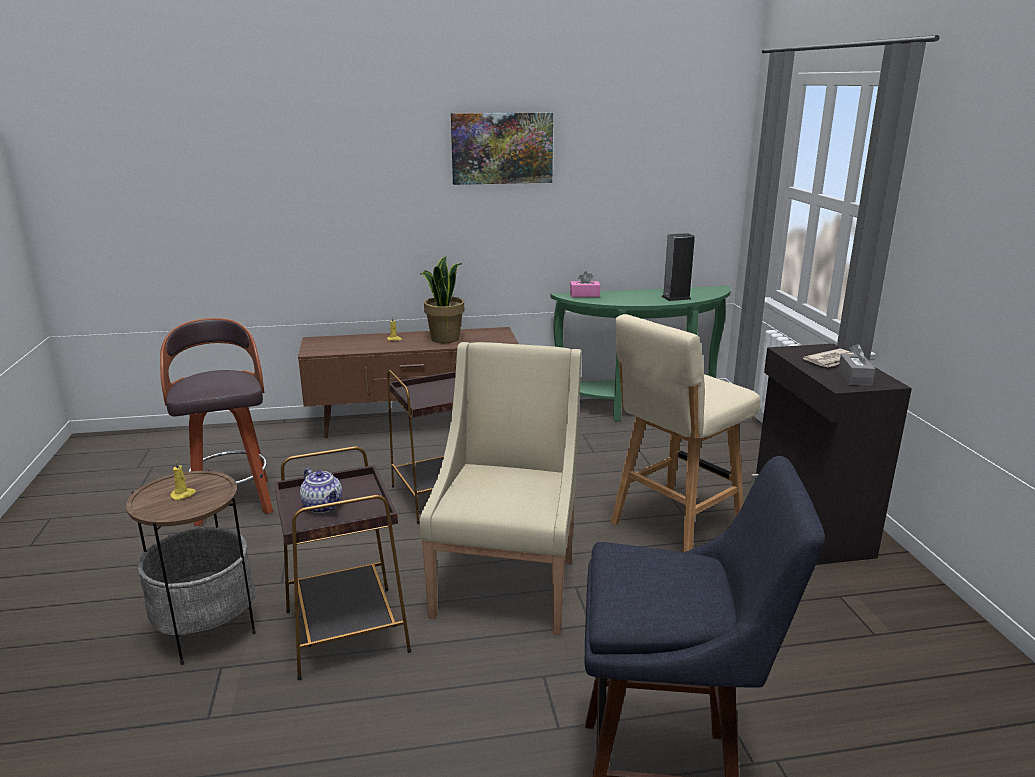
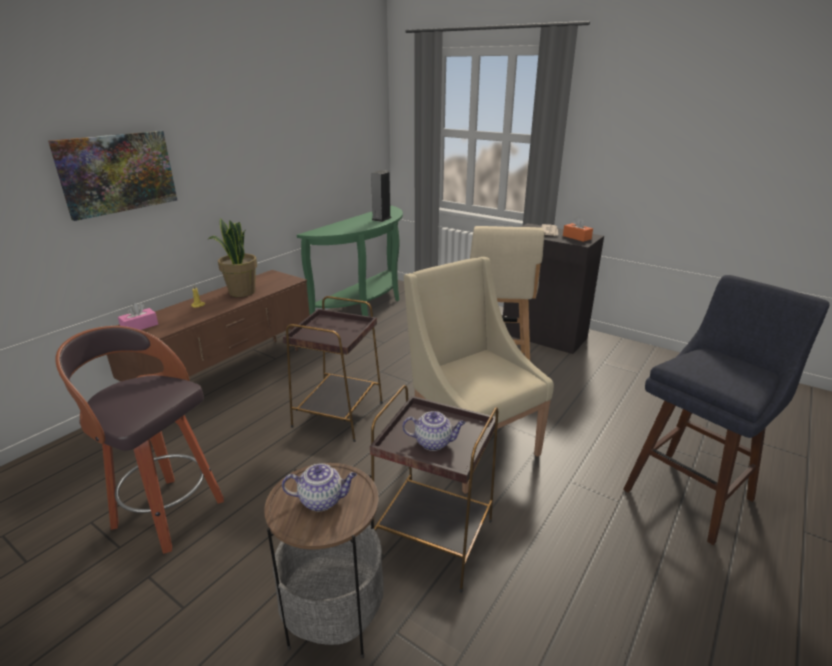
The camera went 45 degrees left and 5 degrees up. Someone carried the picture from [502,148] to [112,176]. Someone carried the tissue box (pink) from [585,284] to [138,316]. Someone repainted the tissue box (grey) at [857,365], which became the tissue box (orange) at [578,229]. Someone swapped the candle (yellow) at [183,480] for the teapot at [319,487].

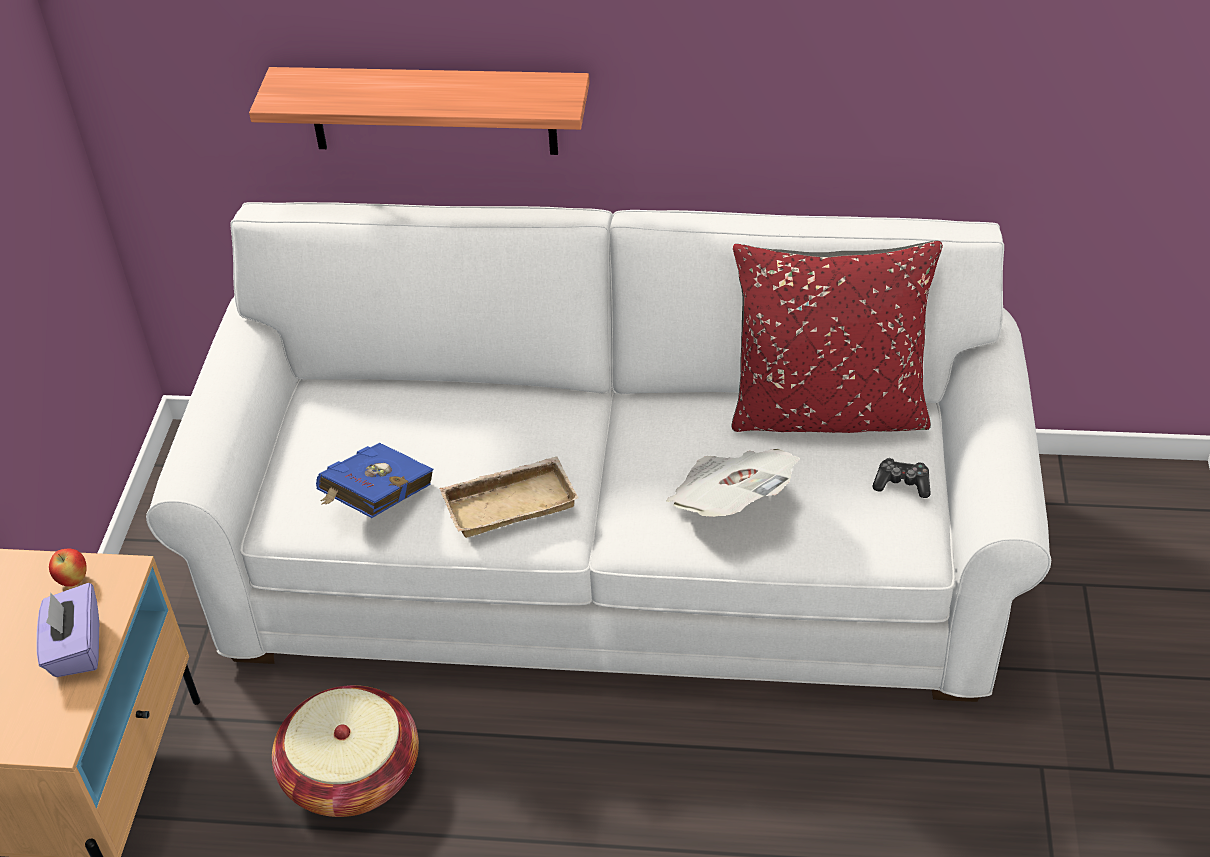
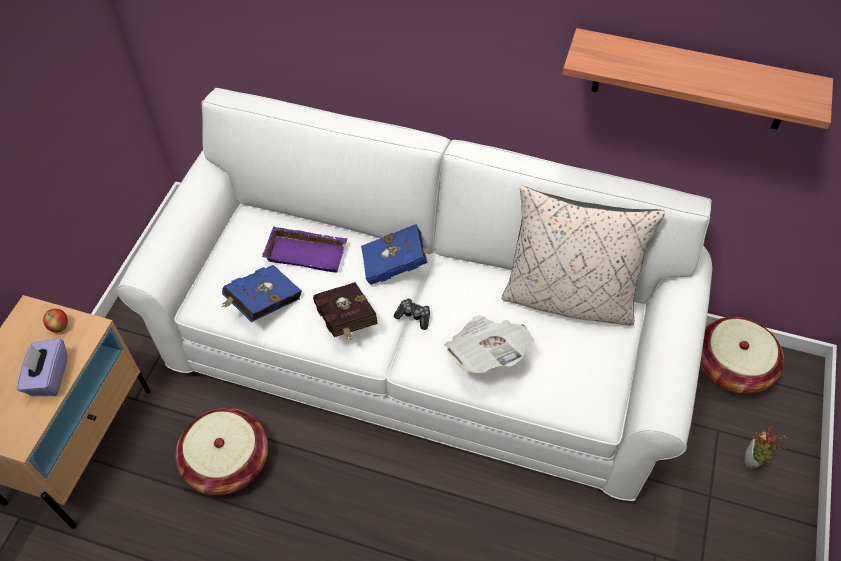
The camera went 10 degrees right and 10 degrees up. Someone carried the shelf from [419,111] to [697,79]. Someone repainted the pillow (red) at [837,336], which became the pillow (beige) at [583,256]. Someone swapped the tray (beige) at [508,497] for the book (red) at [345,311]. Someone carried the game controller from [901,478] to [412,314]. Someone put down the book (blue) at [398,254]. Someone put down the tray (purple) at [304,249]. Someone put down the basket at [742,355]. Someone put down the potted plant at [765,447].

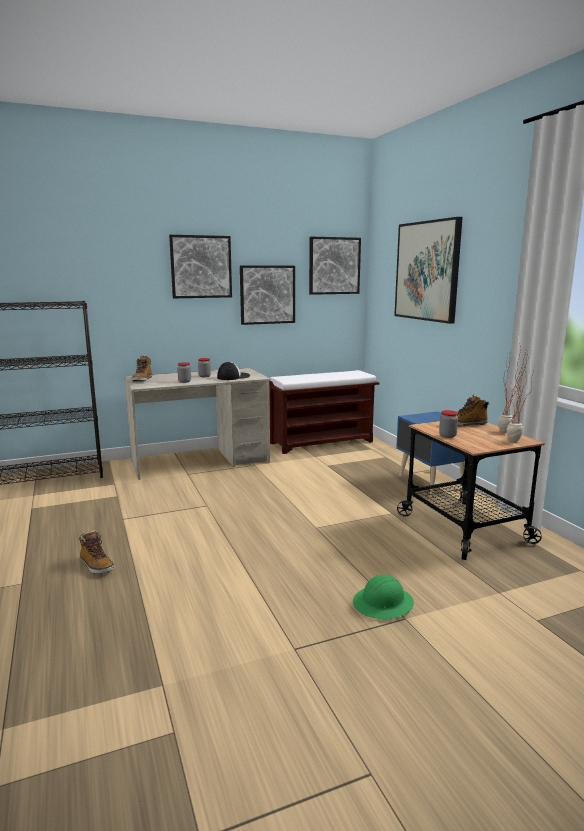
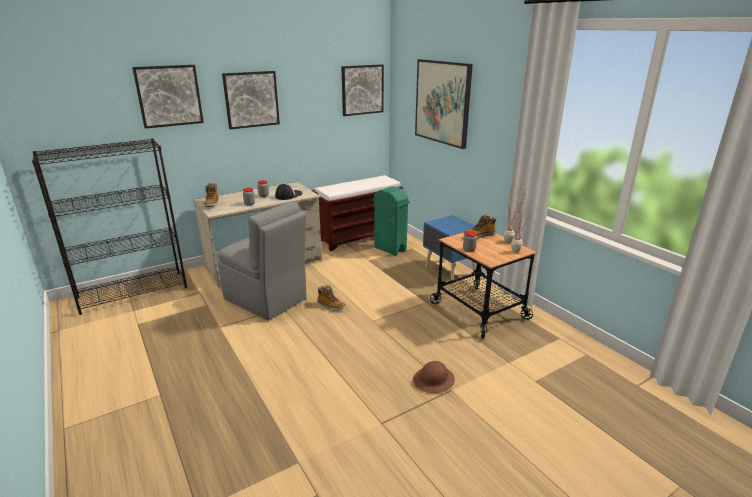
The camera went 10 degrees left and 10 degrees up. Someone carried the picture from [267,295] to [168,97]. Someone carried the boot from [97,552] to [331,298]. Someone repainted the hard hat (green) at [383,597], which became the hard hat (brown) at [434,377]. Someone put down the trash can (green) at [391,220]. Someone put down the chair (grey) at [262,261].

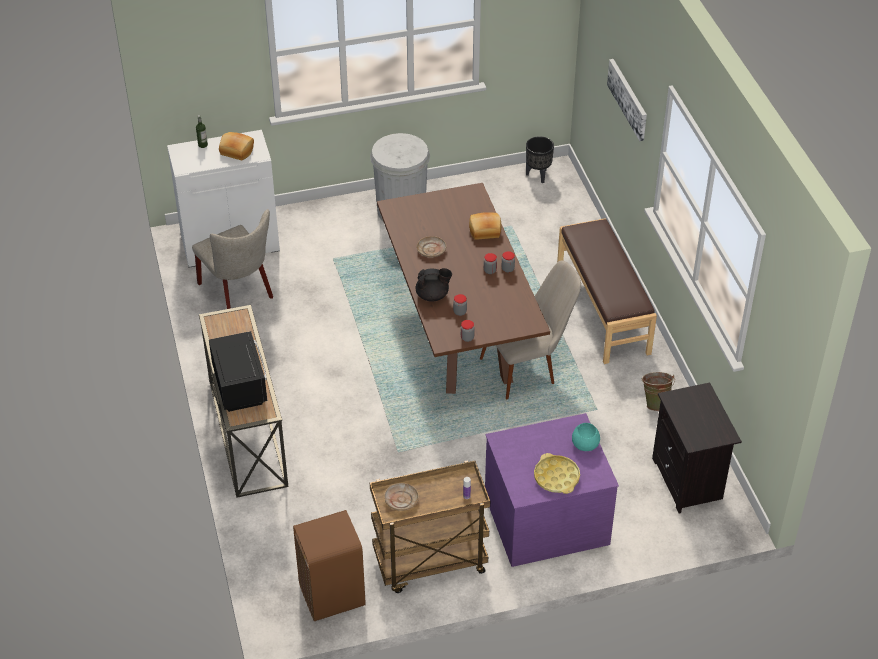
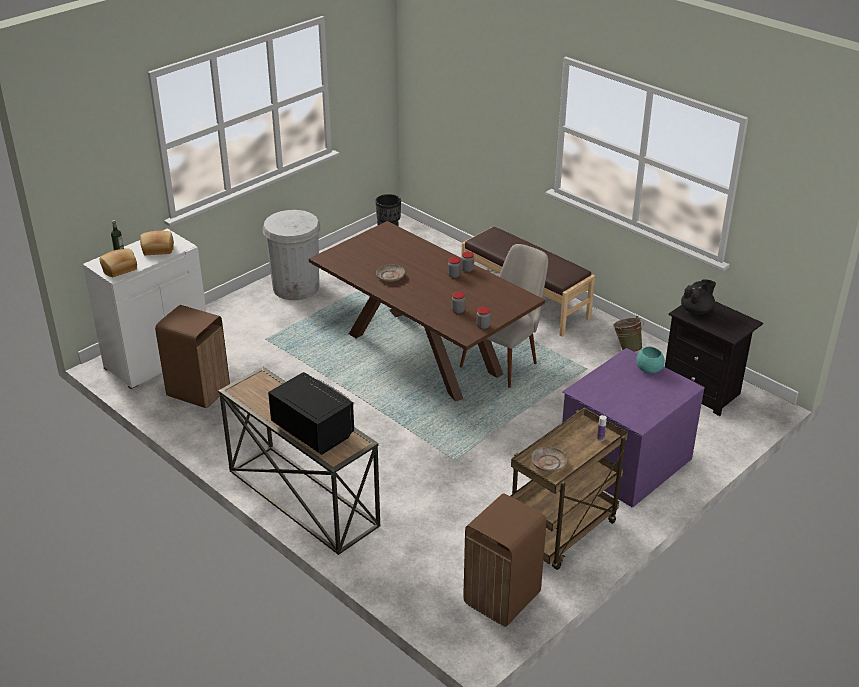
The camera went 30 degrees left and 10 degrees down. Someone took away the picture at [627,100]. Someone swapped the chair (beige) at [232,259] for the trash can (brown) at [192,356]. Someone carried the bread from [485,226] to [118,262]. Someone carried the teapot (black) from [433,284] to [698,297]. Someone took away the tray (yellow) at [557,473].

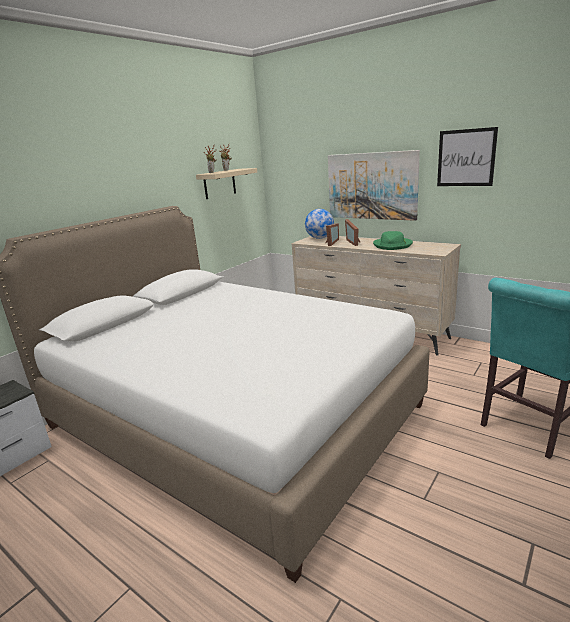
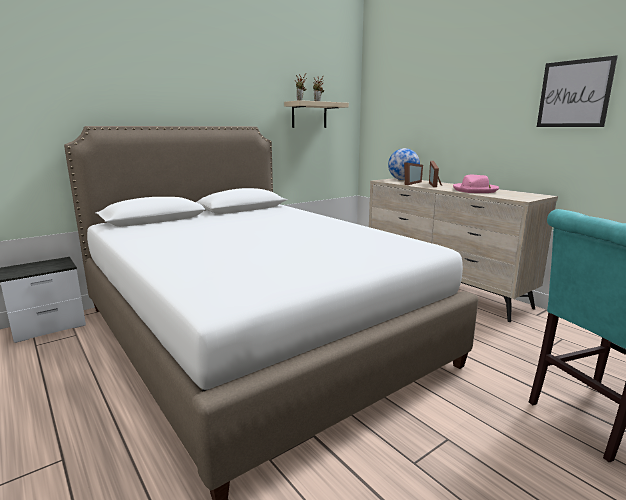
The camera went 15 degrees right and 5 degrees down. Someone took away the picture at [374,185]. Someone repainted the hat (green) at [393,240], which became the hat (pink) at [476,183].

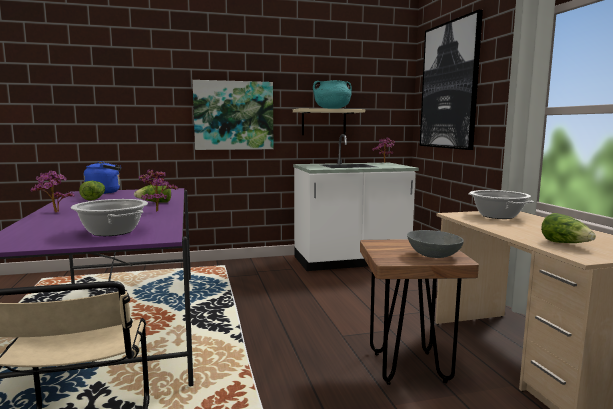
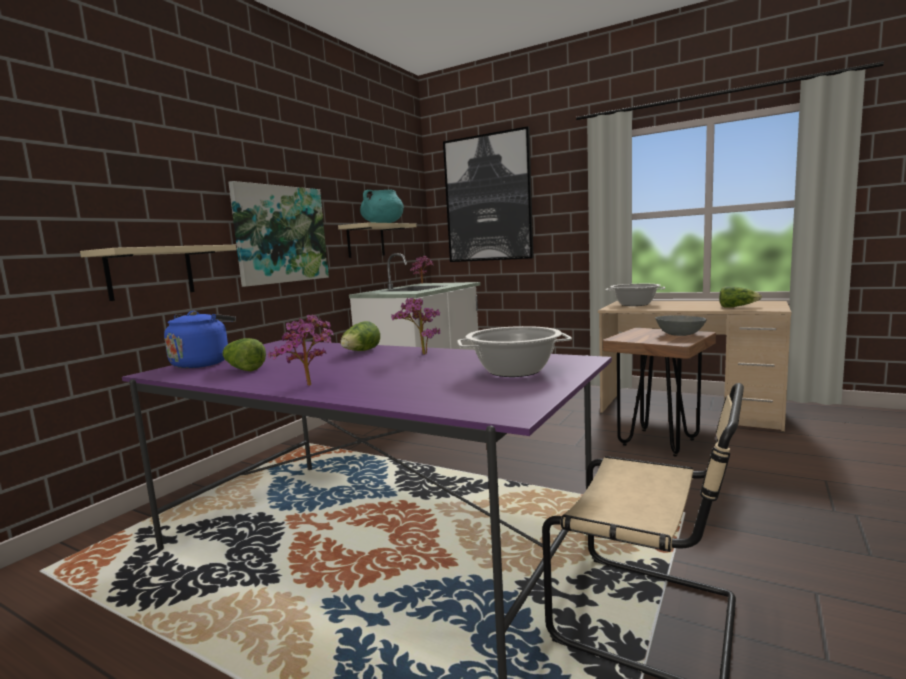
The camera went 45 degrees left and 0 degrees up. Someone put up the shelf (beige) at [158,273].

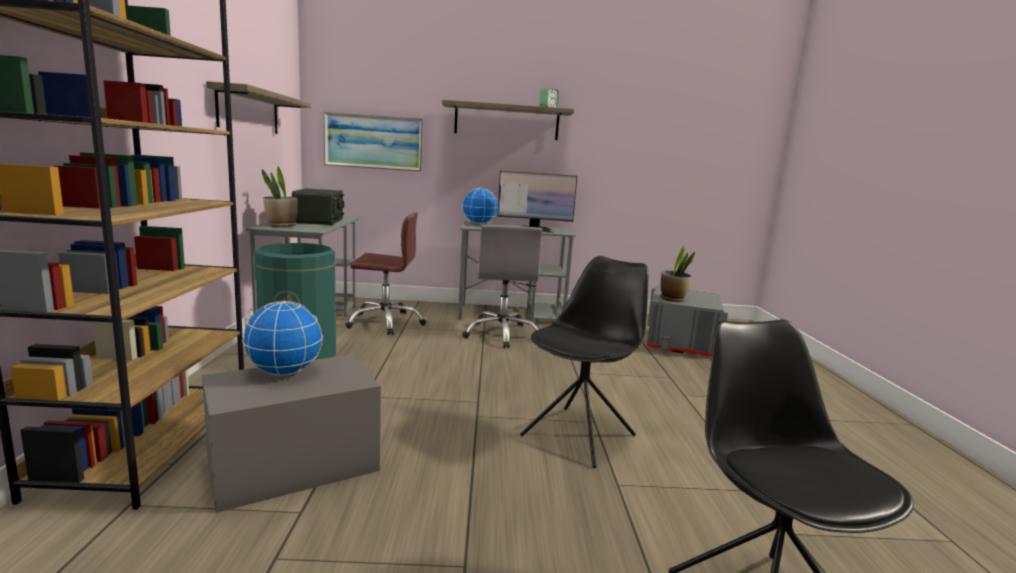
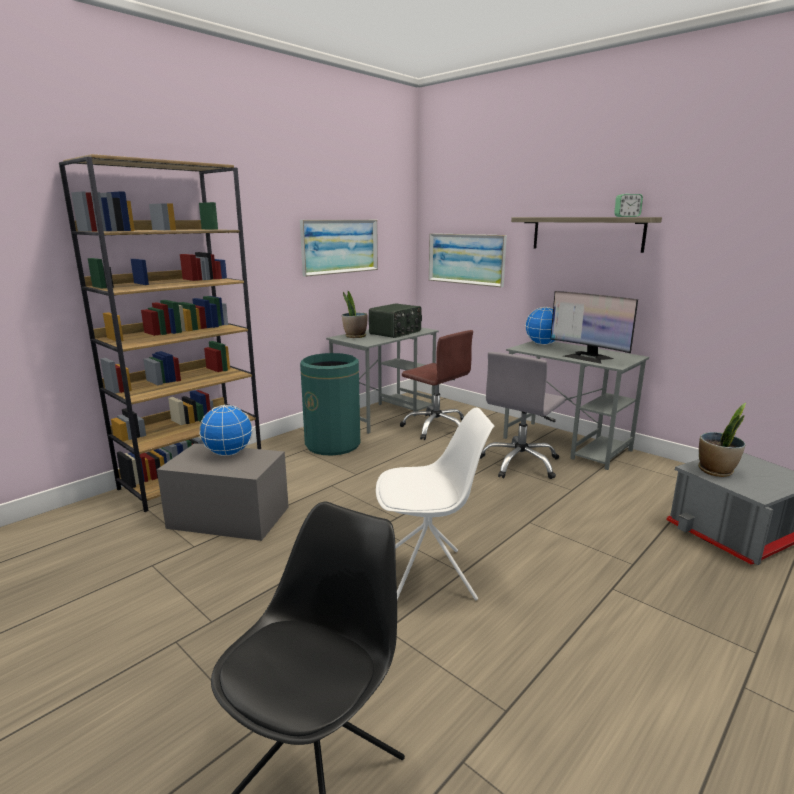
The camera went 45 degrees right and 5 degrees up. Someone swapped the shelf at [258,107] for the picture at [339,248]. Someone repainted the chair (black) at [584,362], which became the chair (white) at [435,503].

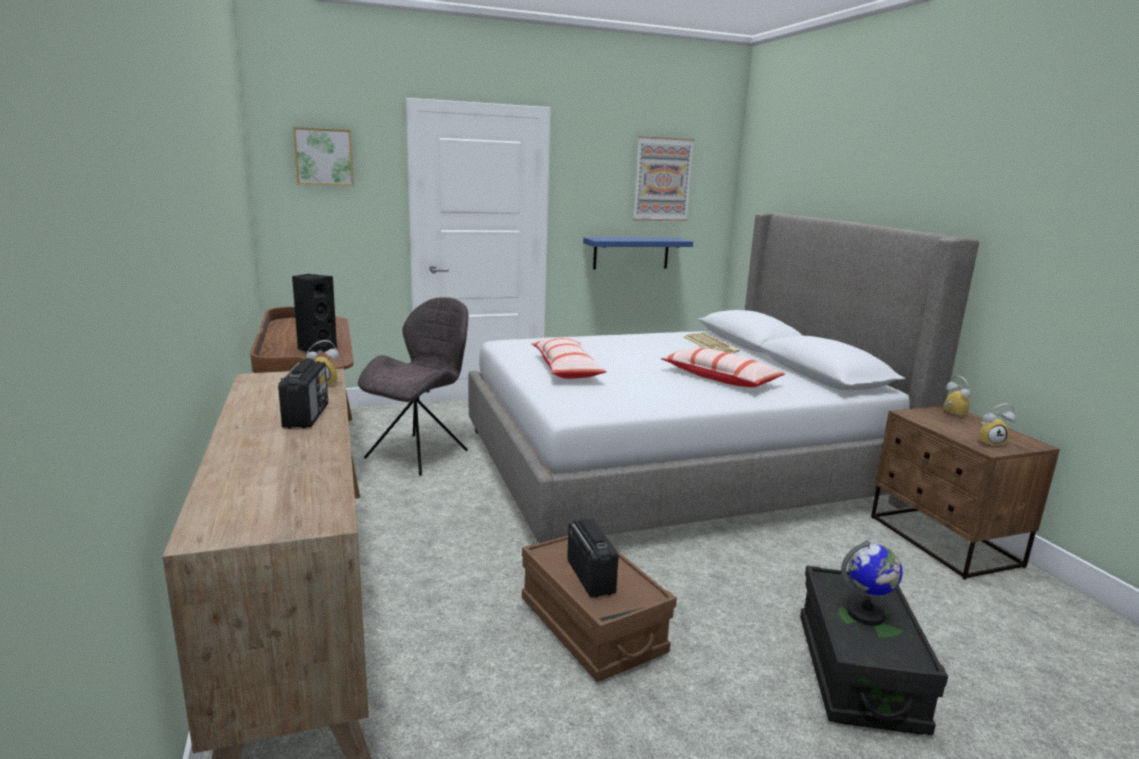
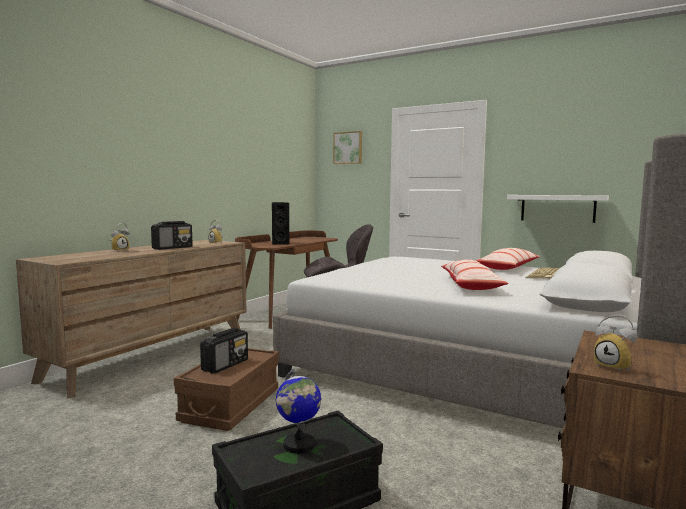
The camera went 50 degrees right and 10 degrees down. Someone took away the picture at [663,178]. Someone repainted the shelf (blue) at [638,253], which became the shelf (white) at [558,209]. Someone carried the pillow from [569,358] to [508,259]. Someone carried the alarm clock from [957,396] to [120,237].

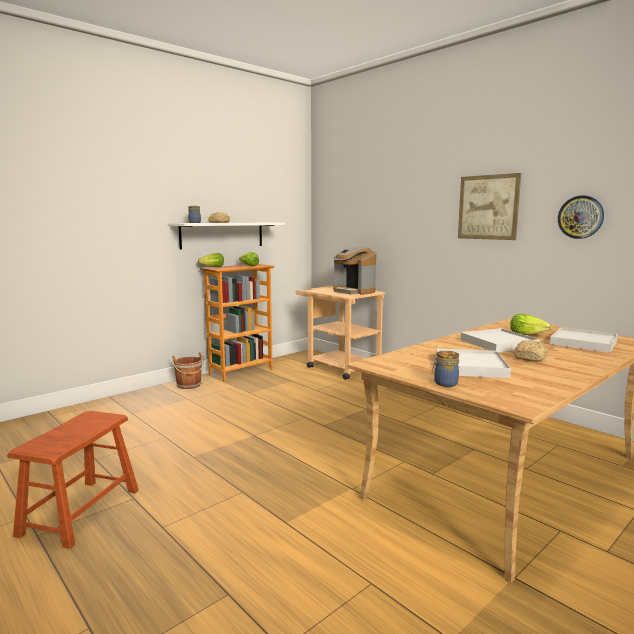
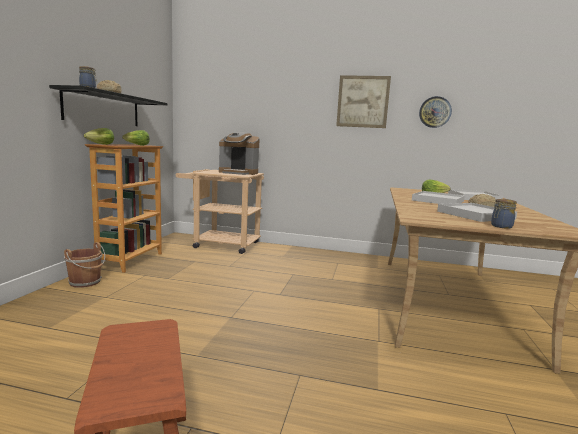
The camera went 35 degrees left and 0 degrees up. Someone repainted the shelf (white) at [227,236], which became the shelf (black) at [108,105].

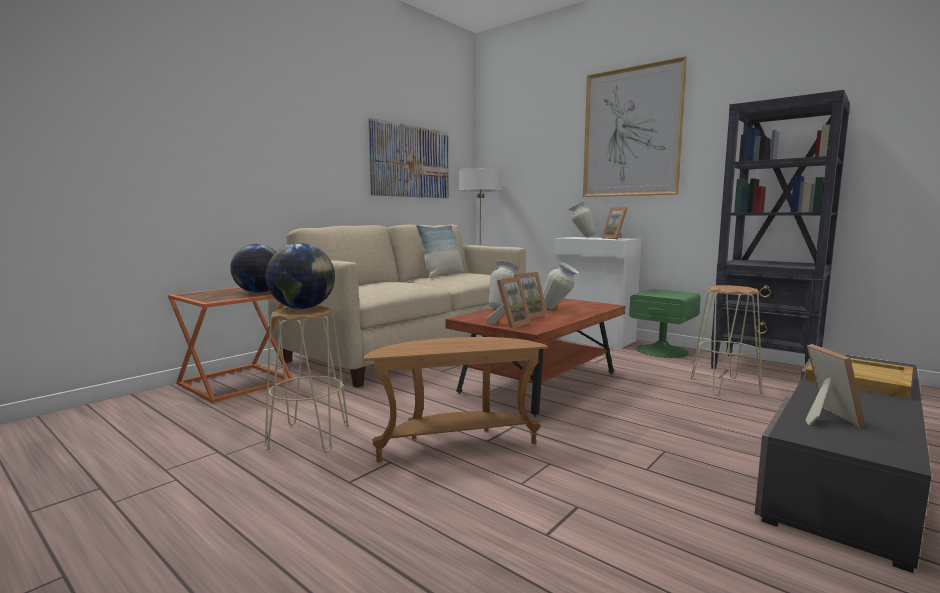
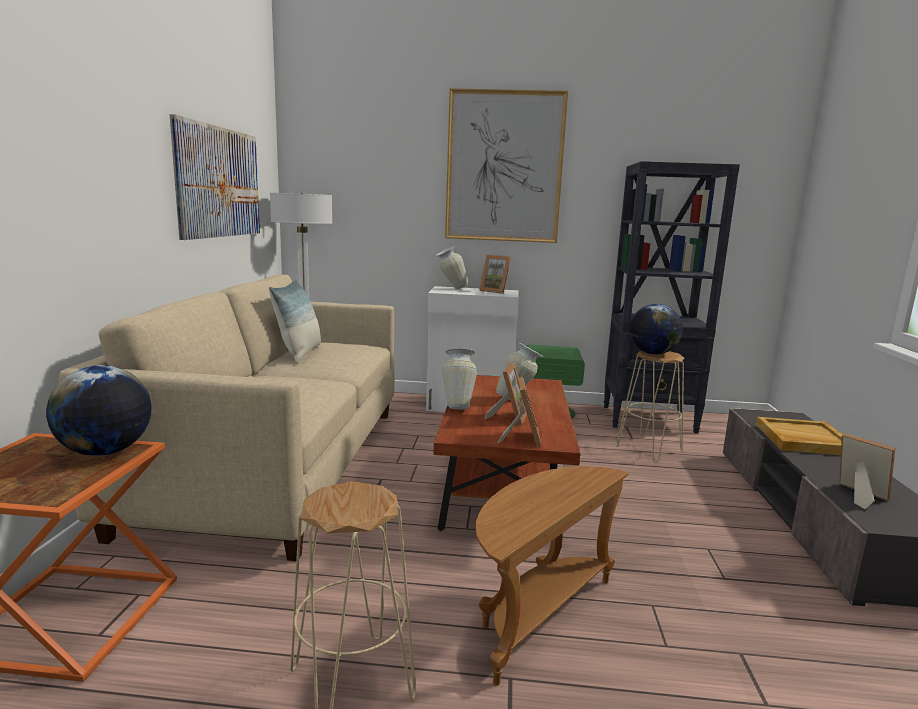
The camera went 35 degrees left and 5 degrees up. Someone carried the globe from [300,276] to [656,329].

